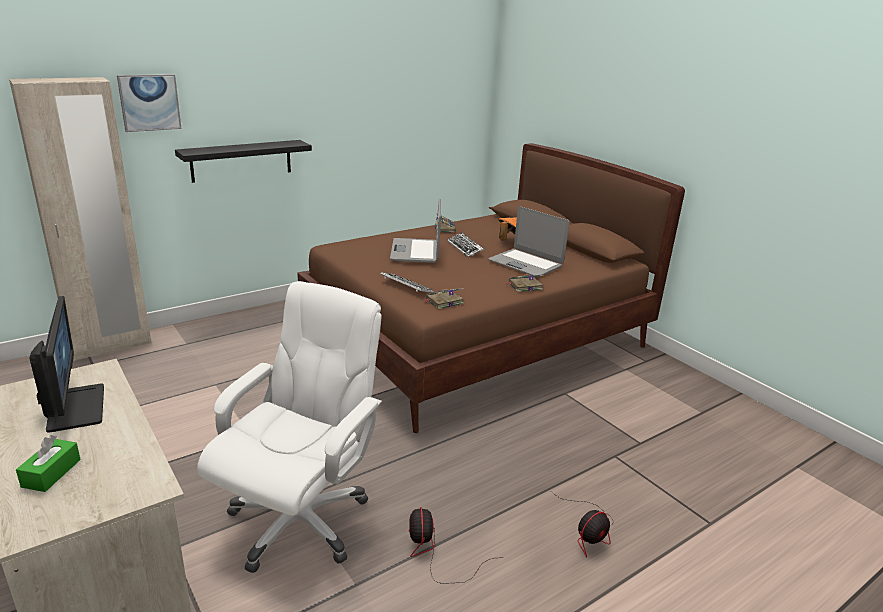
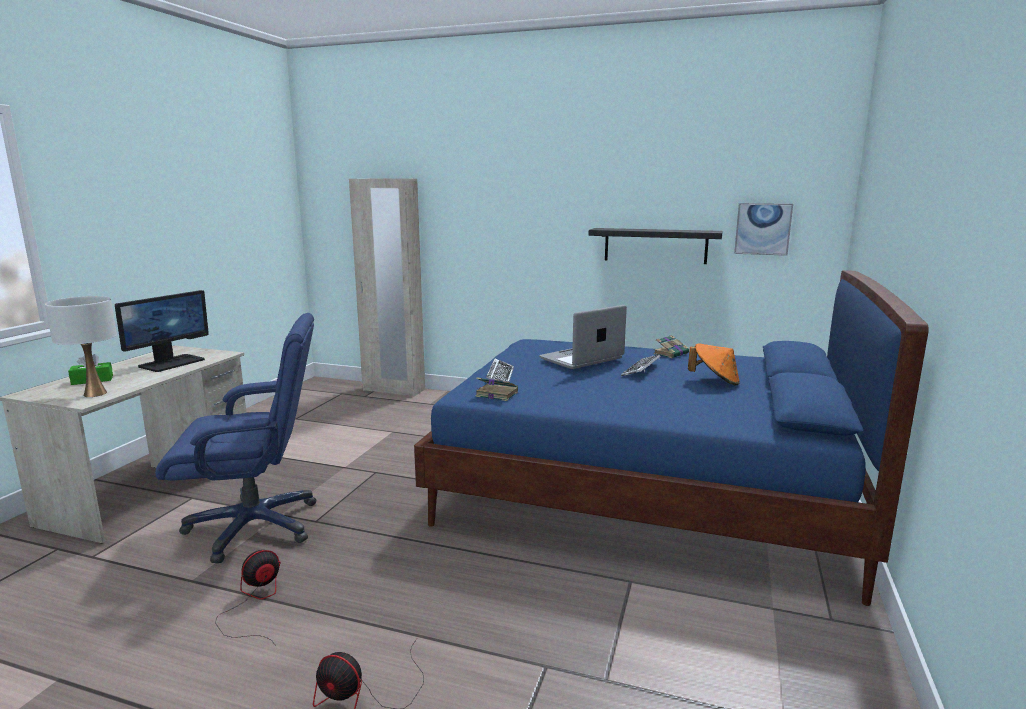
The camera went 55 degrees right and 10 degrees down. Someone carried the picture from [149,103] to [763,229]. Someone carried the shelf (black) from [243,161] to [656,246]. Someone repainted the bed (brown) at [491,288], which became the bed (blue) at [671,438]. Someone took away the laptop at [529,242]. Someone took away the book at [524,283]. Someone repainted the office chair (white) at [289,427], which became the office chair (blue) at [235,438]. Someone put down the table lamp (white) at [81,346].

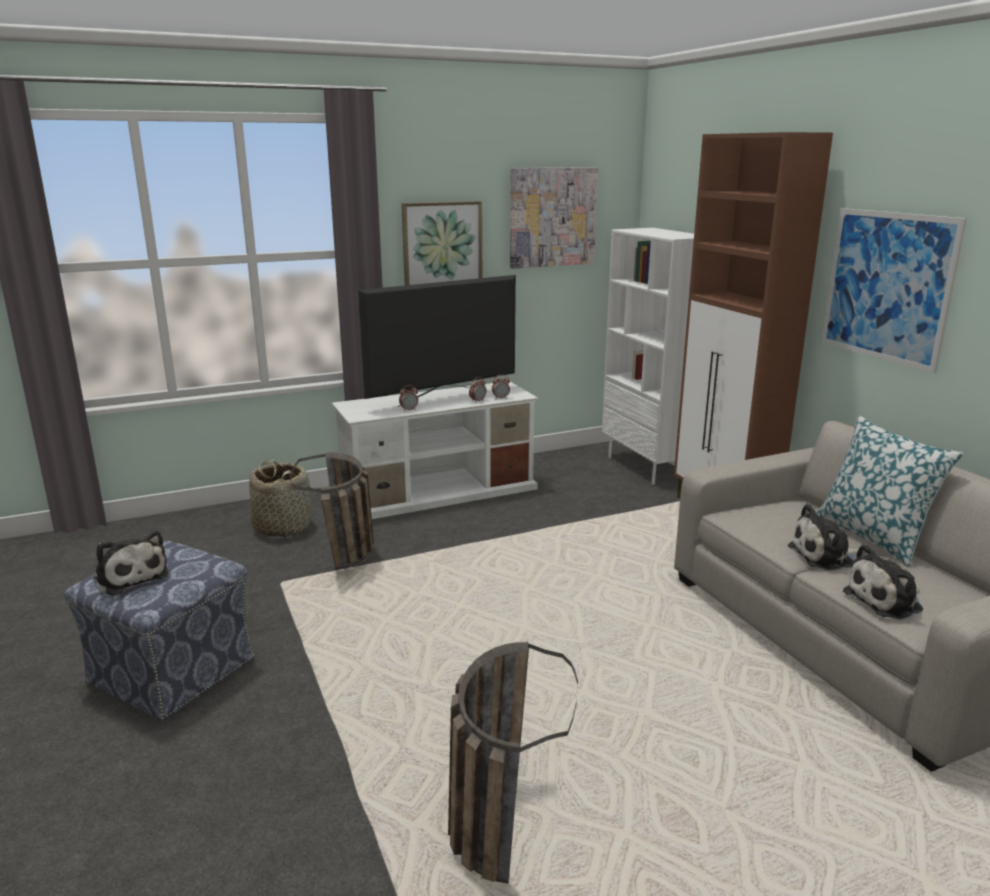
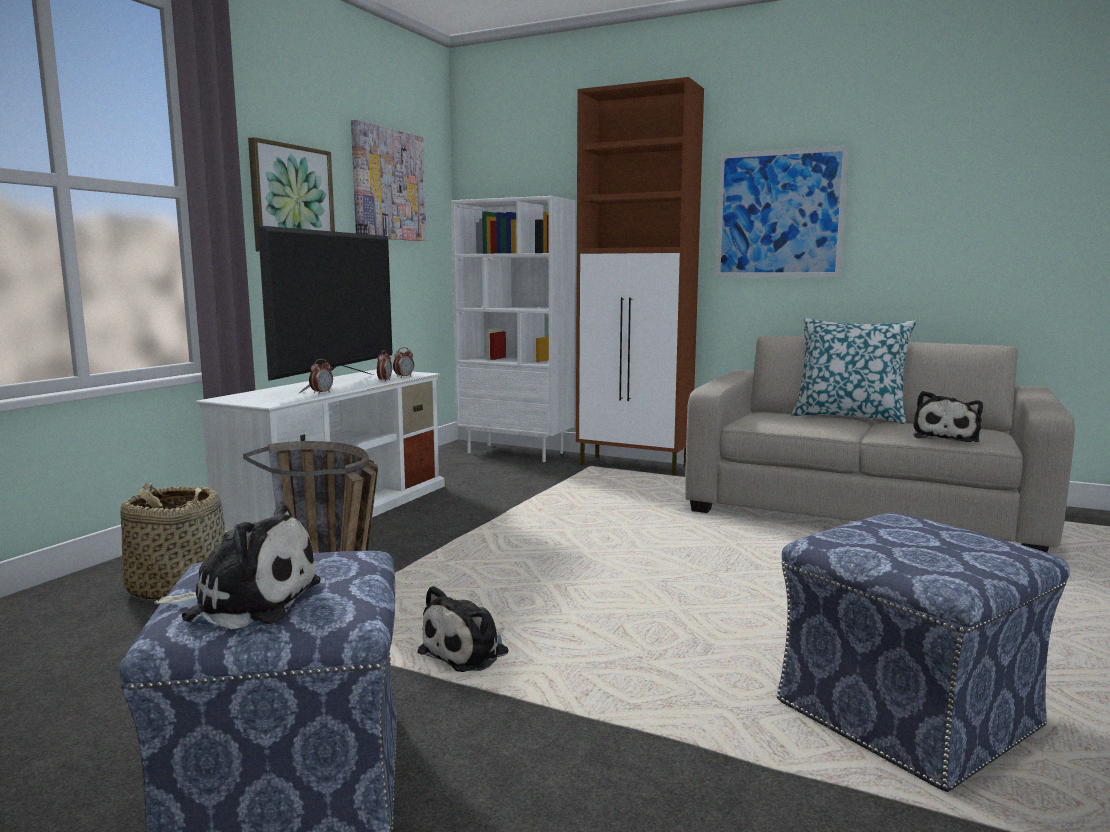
The camera went 40 degrees left and 10 degrees down. Someone carried the plush toy from [823,537] to [463,629]. Someone swapped the basket at [513,763] for the ottoman at [923,652].

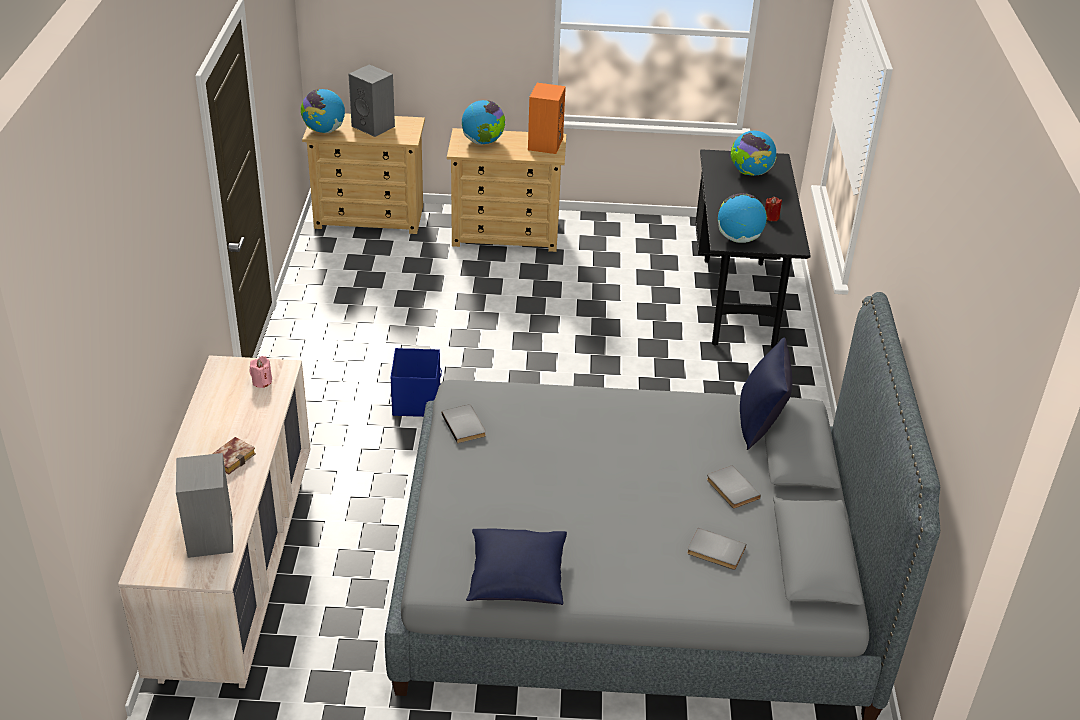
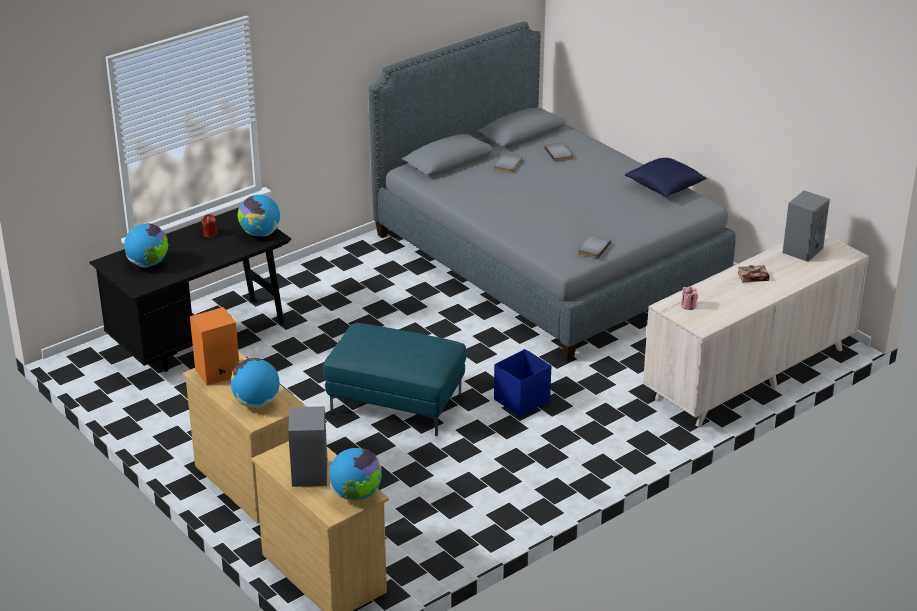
The camera went 130 degrees left and 5 degrees down. Someone took away the pillow (blue) at [766,394]. Someone put down the ottoman (turquoise) at [395,379].

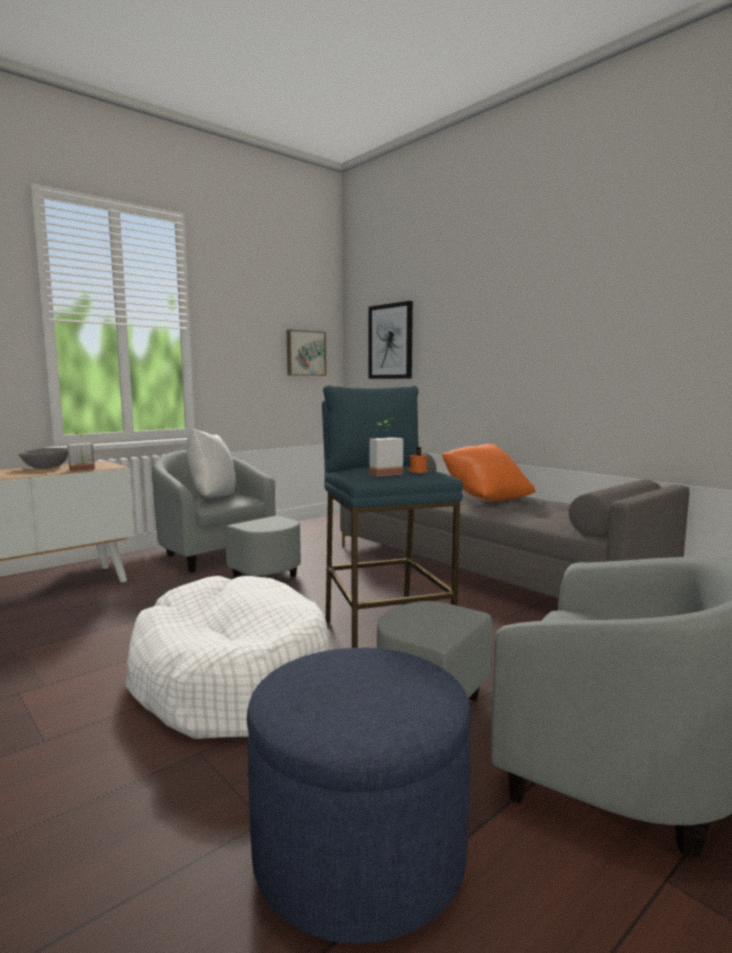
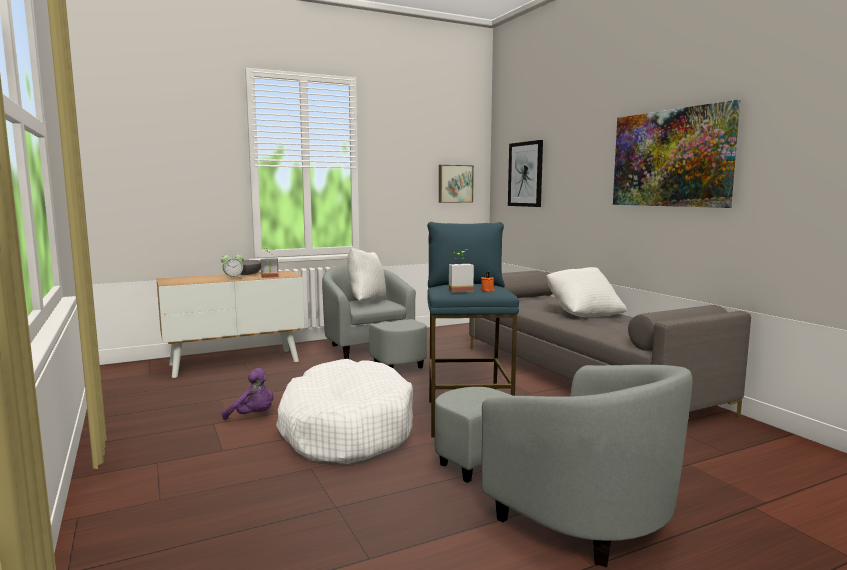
The camera went 15 degrees right and 0 degrees up. Someone repainted the pillow (orange) at [489,473], which became the pillow (white) at [586,292]. Someone took away the ottoman (blue) at [359,796]. Someone put up the picture at [676,154]. Someone put down the alarm clock at [232,265]. Someone put down the plush toy (purple) at [248,394].

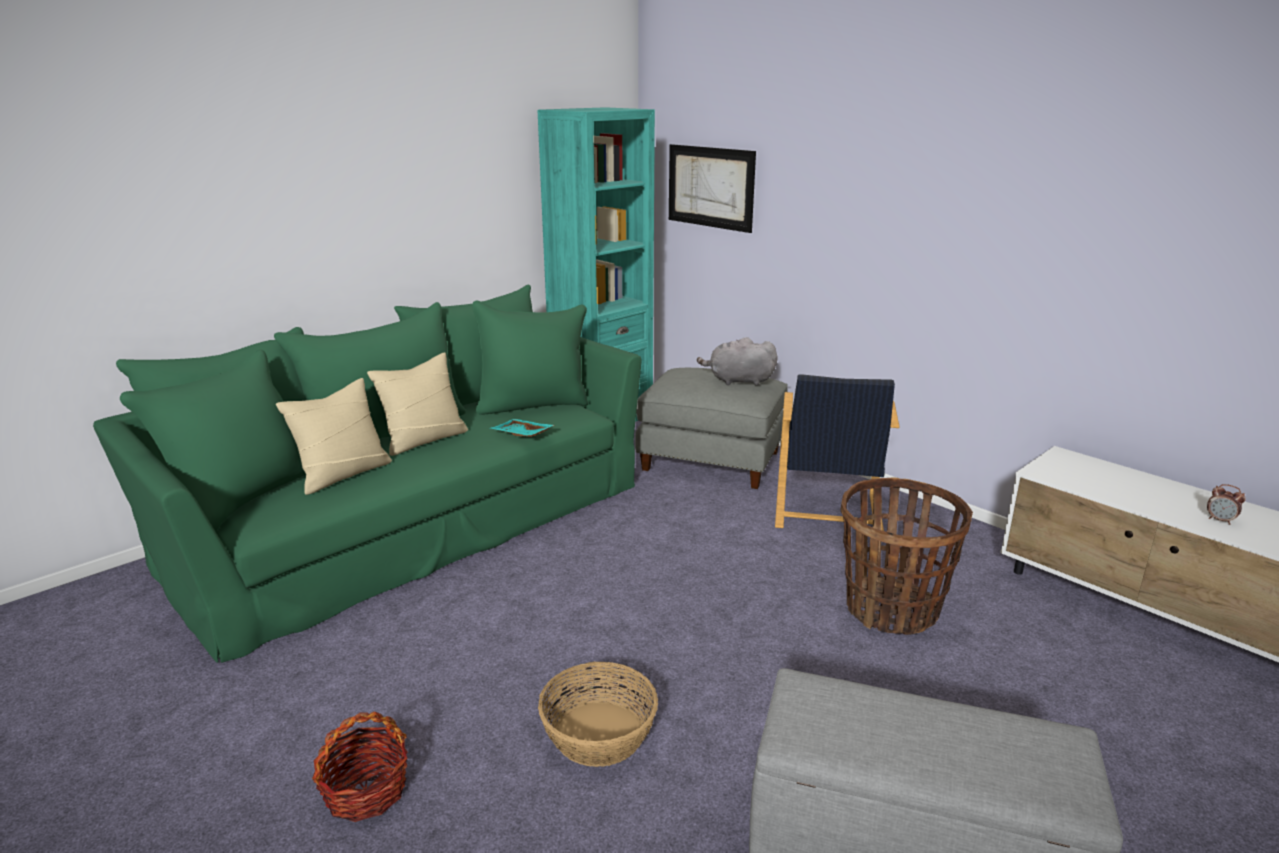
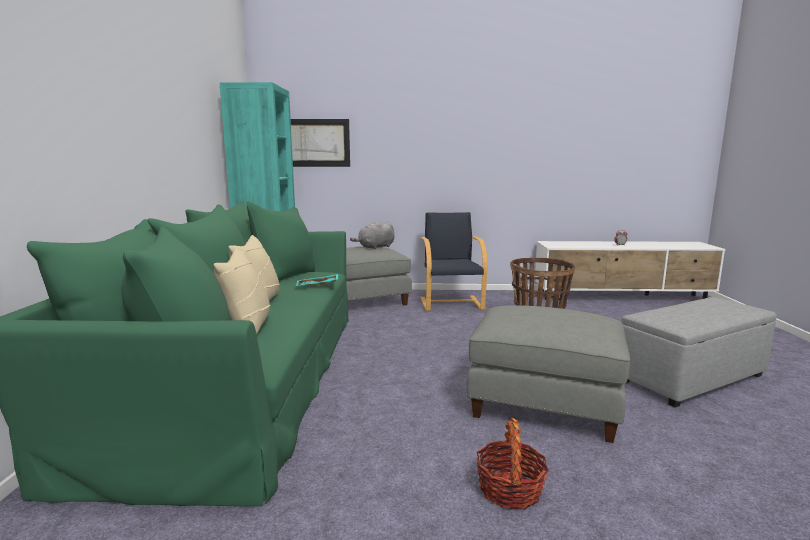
The camera went 45 degrees left and 10 degrees down. Someone rotated the armchair (black) at [837,452] by 150 degrees counterclockwise. Someone swapped the basket at [598,714] for the ottoman (grey) at [548,374].

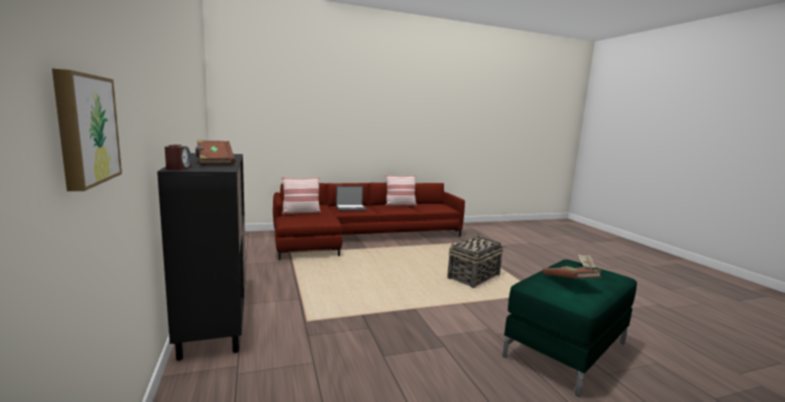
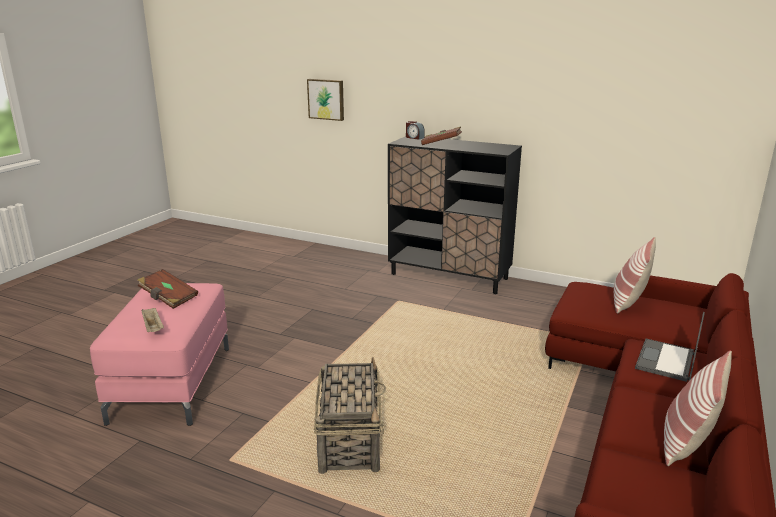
The camera went 135 degrees right and 10 degrees up. Someone repainted the ottoman (green) at [570,328], which became the ottoman (pink) at [159,354].

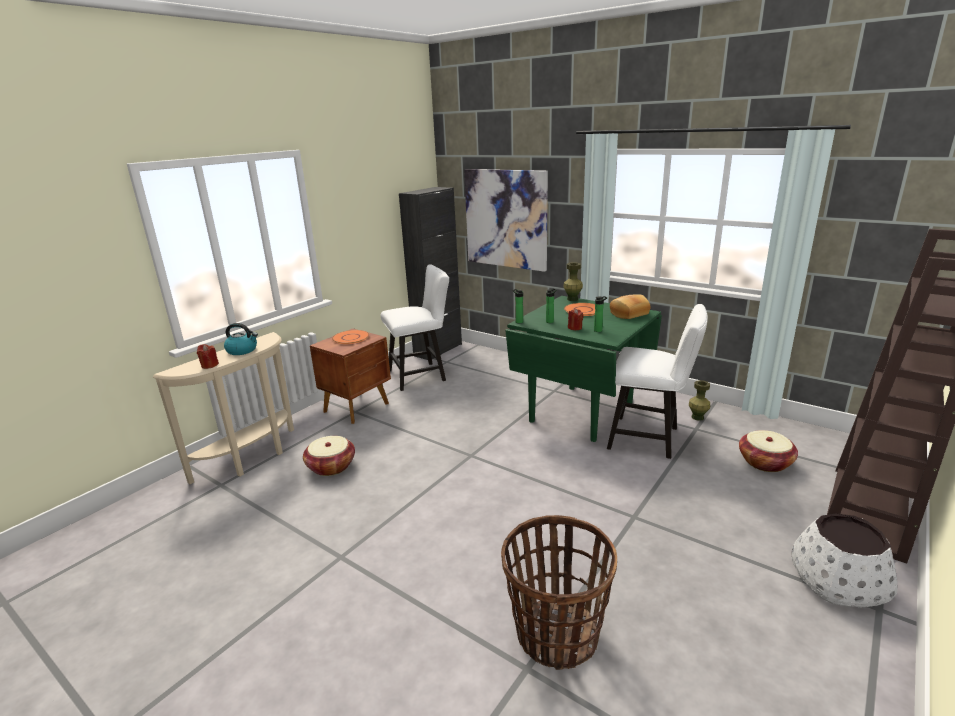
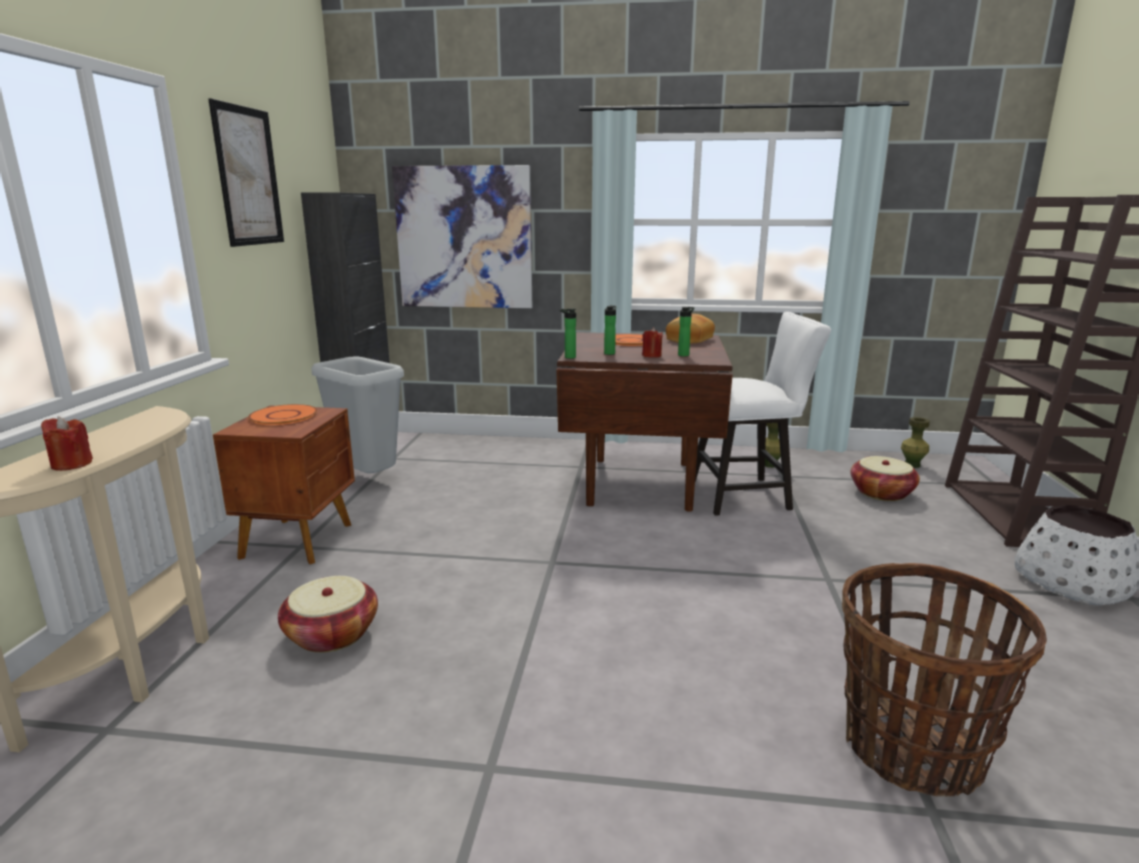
The camera went 30 degrees left and 5 degrees down. Someone carried the vase (green) from [573,281] to [915,442]. Someone swapped the chair (white) at [415,327] for the trash can (grey) at [358,414]. Someone repainted the dining table (green) at [583,369], which became the dining table (brown) at [644,422]. Someone took away the kettle at [241,339]. Someone put up the picture at [246,172].

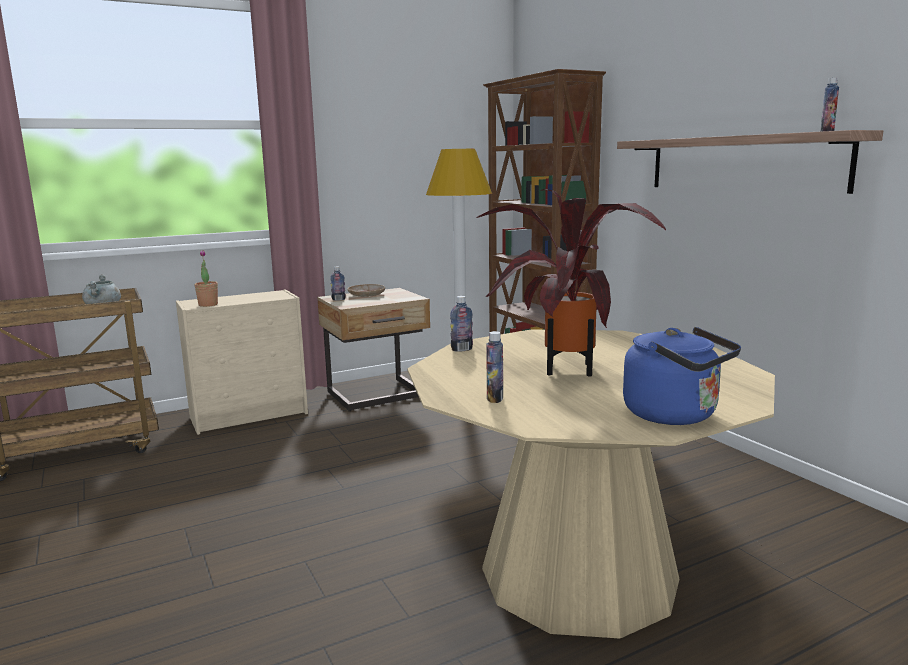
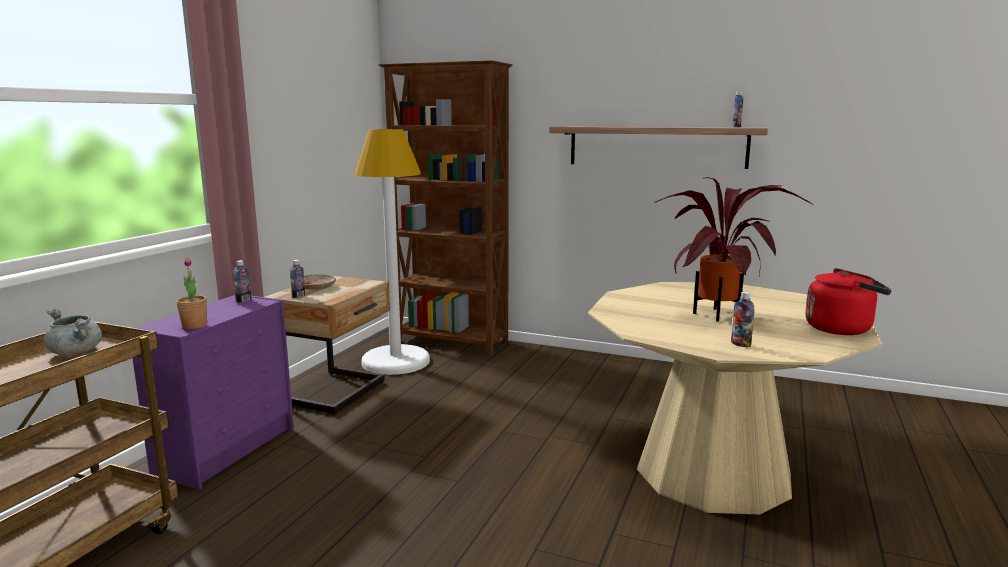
The camera went 40 degrees left and 0 degrees up. Someone repainted the dresser (beige) at [242,362], which became the dresser (purple) at [213,392]. Someone carried the bottle from [461,324] to [242,281]. Someone repainted the kettle (blue) at [682,376], which became the kettle (red) at [848,301].

